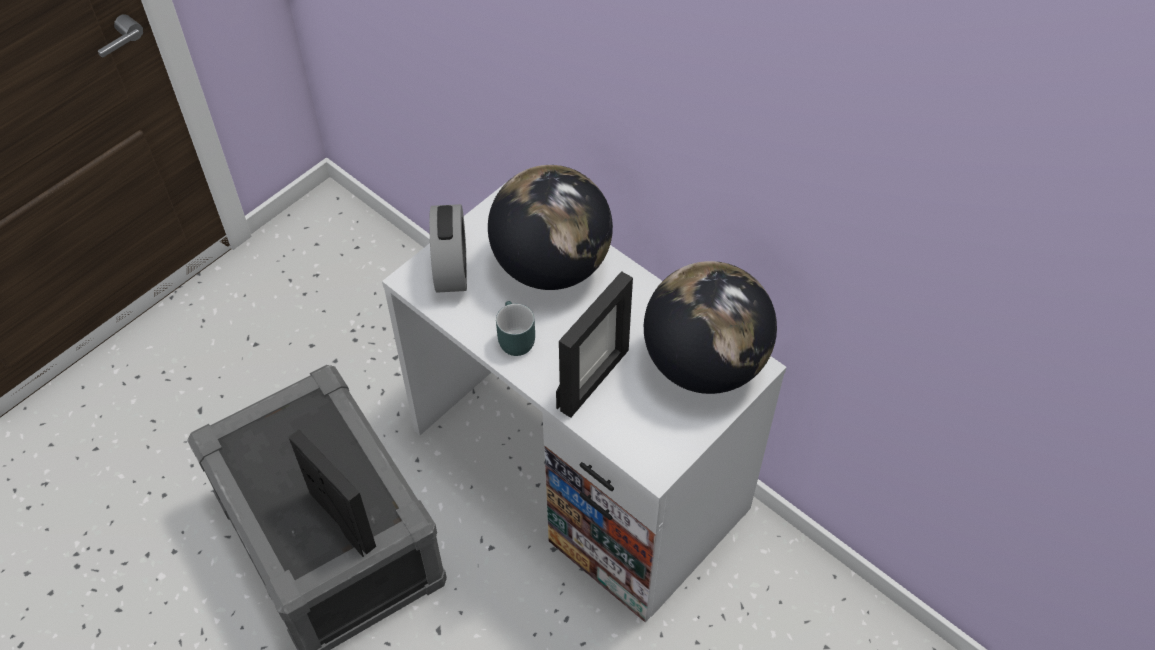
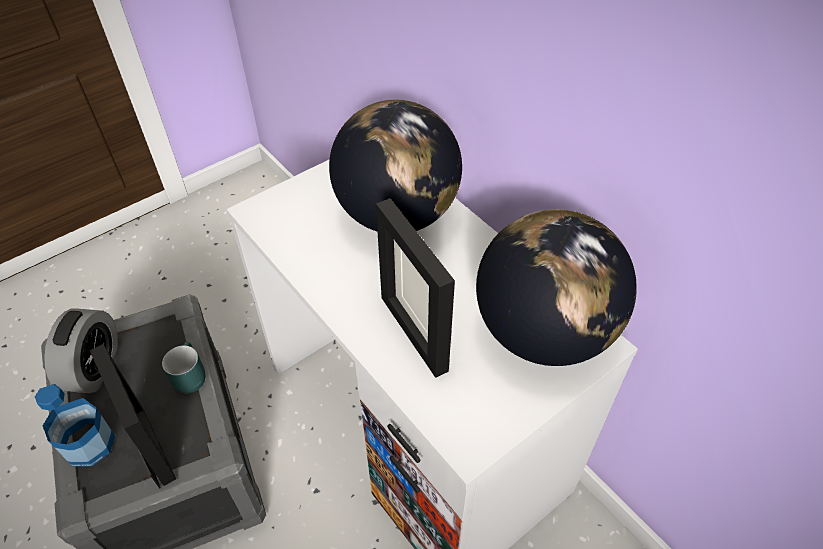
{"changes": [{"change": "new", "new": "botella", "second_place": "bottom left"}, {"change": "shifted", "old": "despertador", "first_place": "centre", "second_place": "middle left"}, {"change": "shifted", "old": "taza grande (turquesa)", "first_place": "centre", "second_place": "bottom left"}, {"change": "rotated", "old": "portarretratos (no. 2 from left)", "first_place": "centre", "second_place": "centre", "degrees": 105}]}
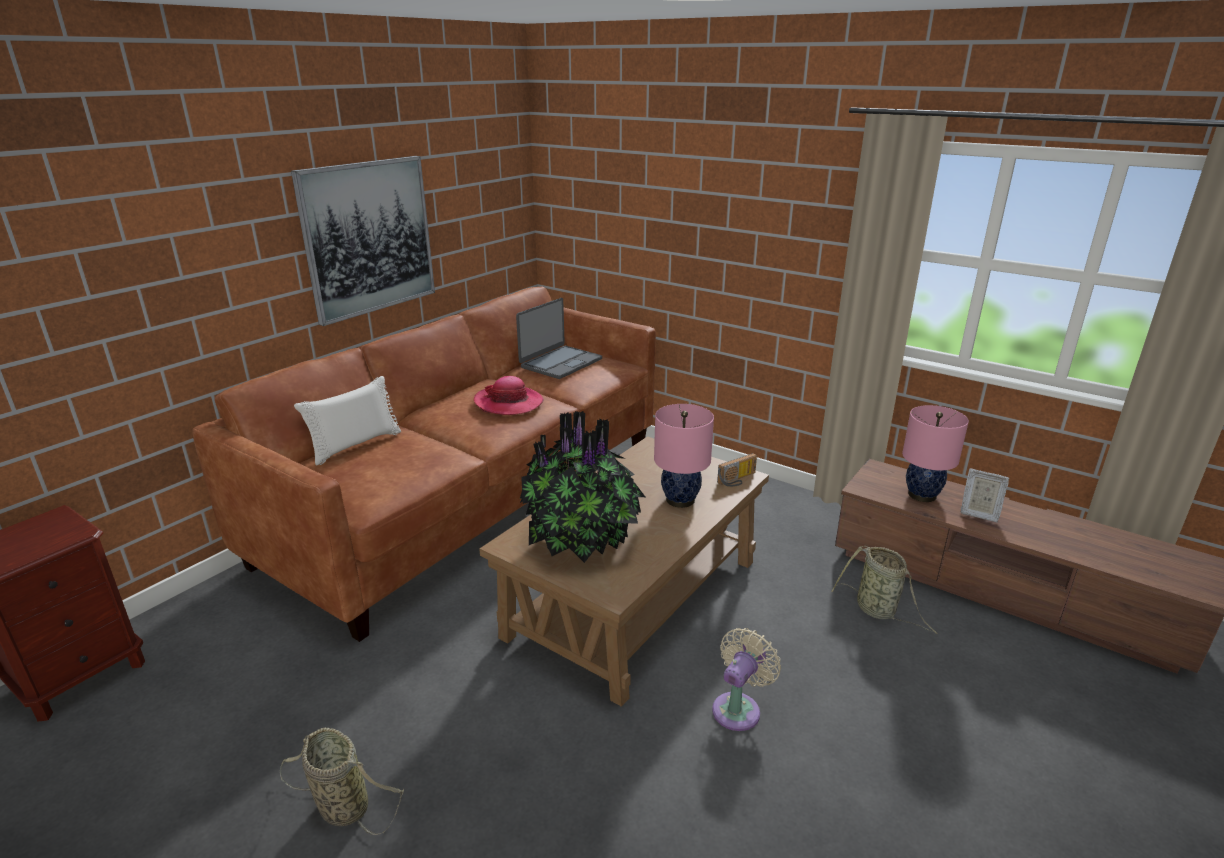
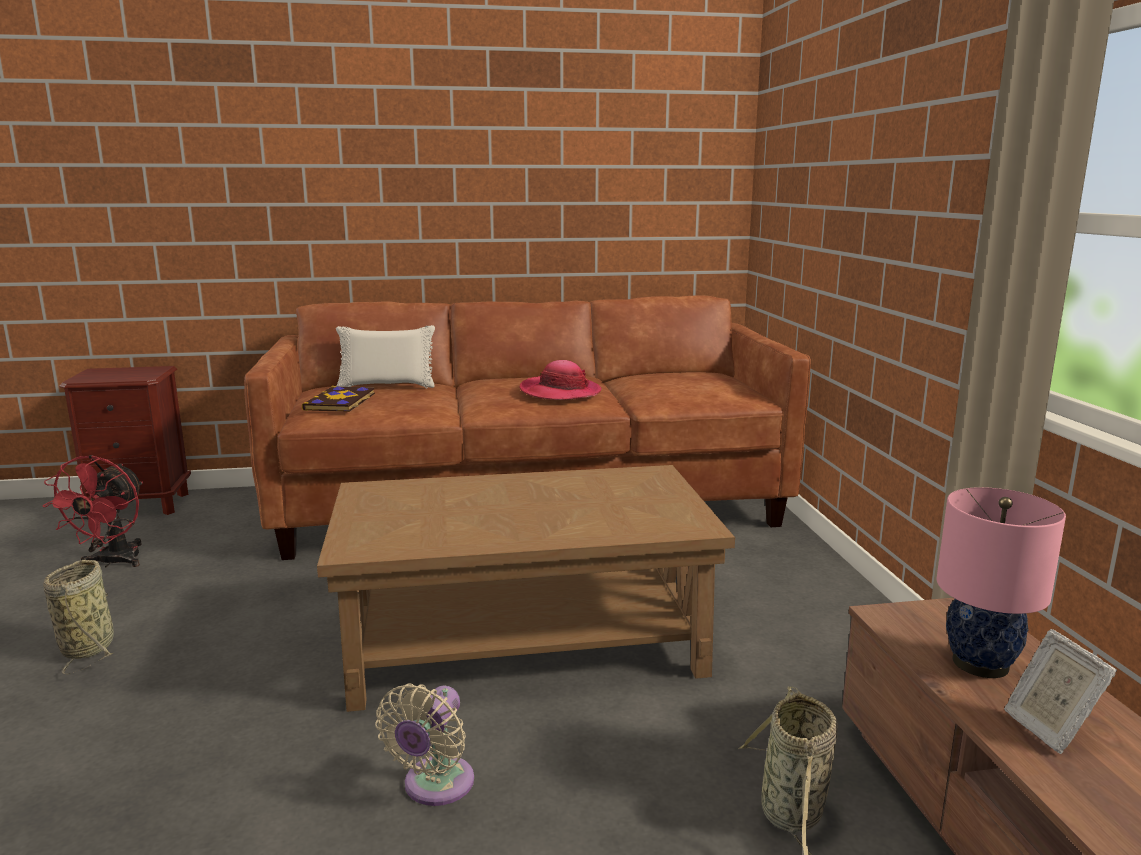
{"changes": [{"change": "gone", "old": "cuadro", "first_place": "top left"}, {"change": "gone", "old": "portátil", "first_place": "centre"}, {"change": "gone", "old": "planta en maceta", "first_place": "centre"}, {"change": "gone", "old": "lámpara de mesa (rosa) (no. 1 from left)", "first_place": "centre"}, {"change": "gone", "old": "radio", "first_place": "centre"}, {"change": "new", "new": "ventilador (rojo)", "second_place": "middle left"}, {"change": "new", "new": "libro", "second_place": "middle left"}, {"change": "rotated", "old": "ventilador (beis)", "first_place": "bottom centre", "second_place": "bottom centre", "degrees": 120}]}
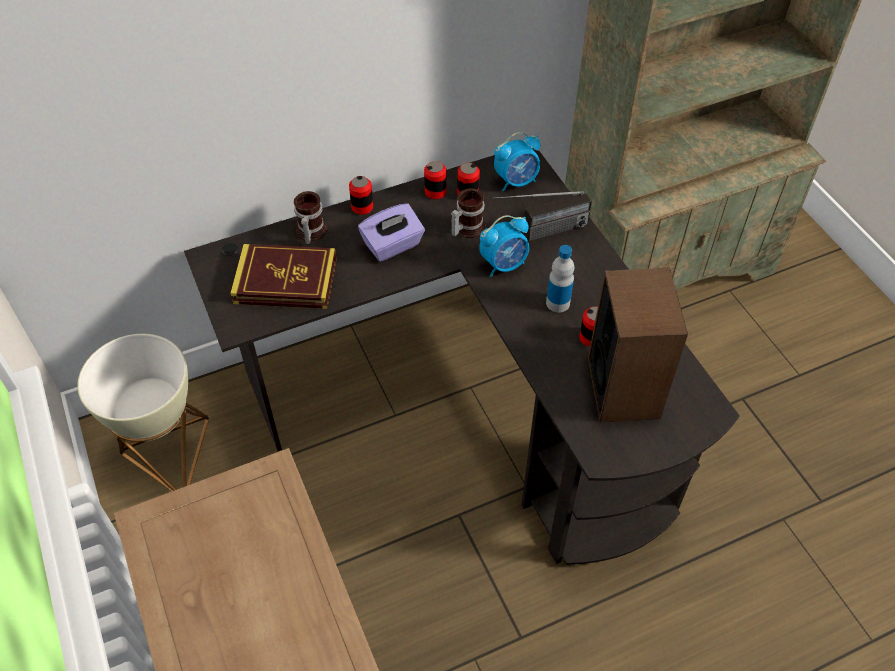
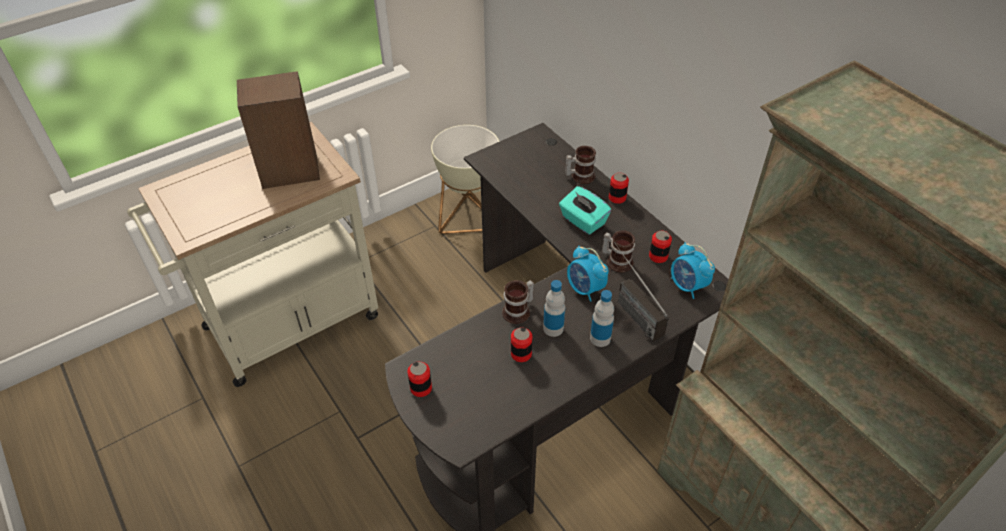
{"changes": [{"change": "gone", "old": "libro", "first_place": "middle left"}, {"change": "new", "new": "taza grande (no. 1 from left)", "second_place": "centre"}, {"change": "new", "new": "botella (no. 2 from left)", "second_place": "centre"}, {"change": "shifted", "old": "lata (no. 2 from left in the first image)", "new": "lata (no. 1 from left)", "first_place": "top centre", "second_place": "bottom centre"}, {"change": "shifted", "old": "altavoz", "first_place": "middle right", "second_place": "top left"}, {"change": "repainted", "old": "caja de pañuelos (morado)", "new": "caja de pañuelos (turquesa)", "first_place": "centre", "second_place": "centre"}]}
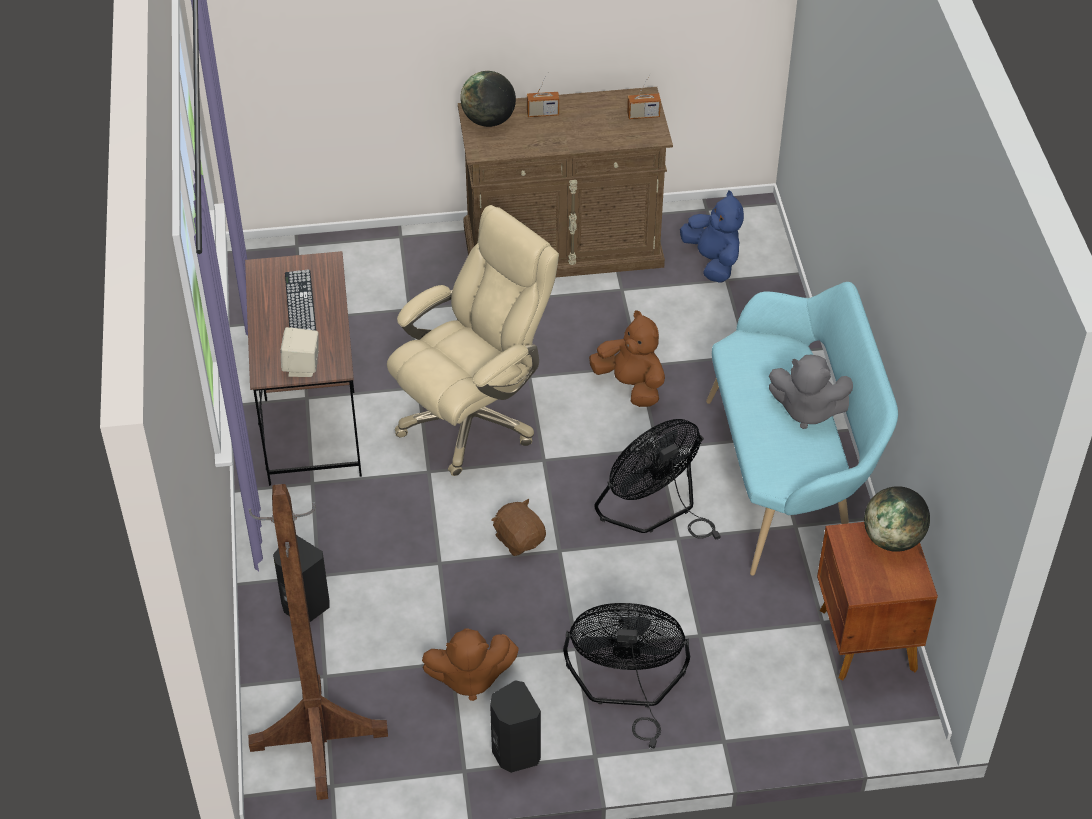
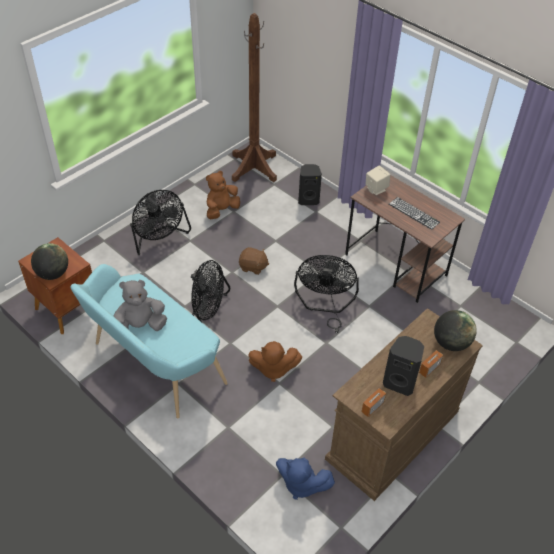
{"changes": [{"change": "shifted", "old": "altavoz (negro) (no. 2 from left)", "first_place": "bottom centre", "second_place": "middle right"}, {"change": "swapped", "old": "silla de oficina (beis)", "new": "ventilador (negro) (no. 3 from left)", "first_place": "centre", "second_place": "centre"}]}
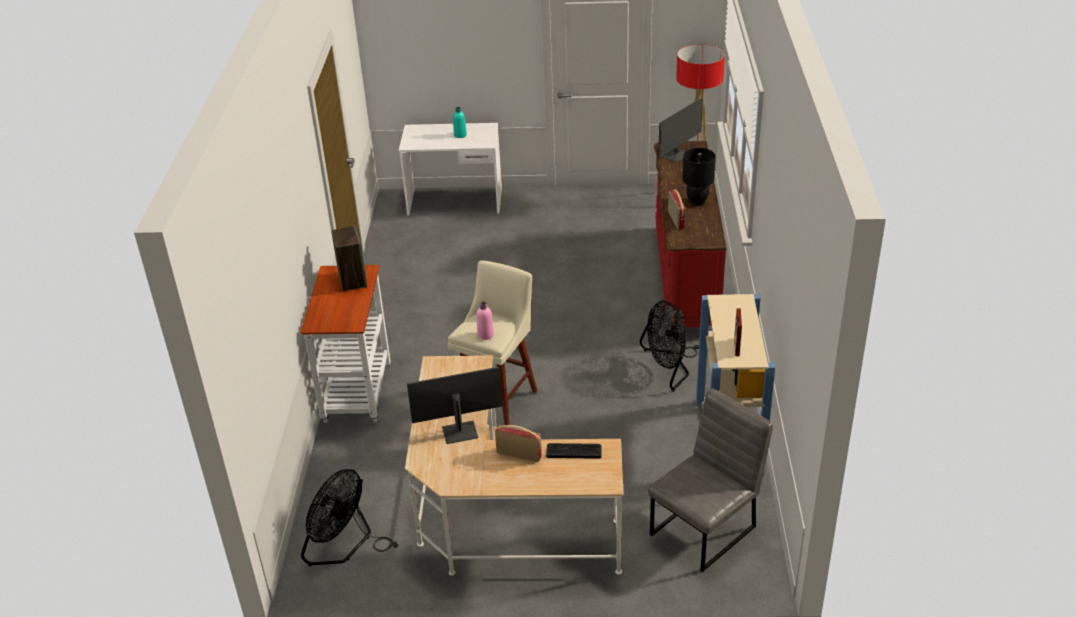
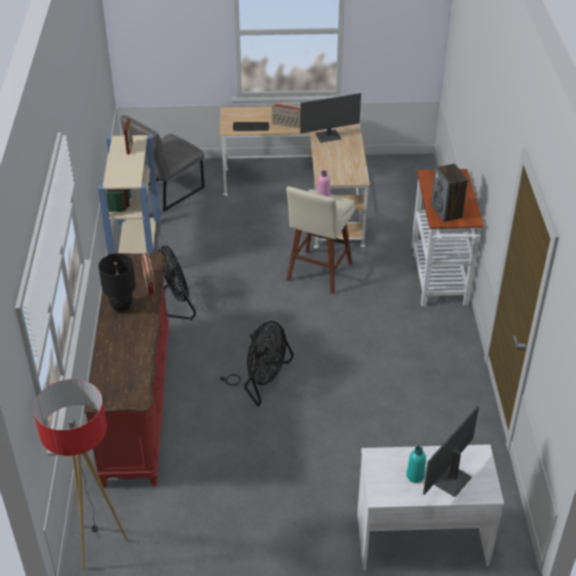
{"changes": [{"change": "shifted", "old": "ventilador (negro) (no. 1 from left in the first image)", "new": "ventilador (negro) (no. 2 from left)", "first_place": "bottom left", "second_place": "centre"}, {"change": "shifted", "old": "monitor (no. 2 from left)", "first_place": "top centre", "second_place": "bottom right"}]}
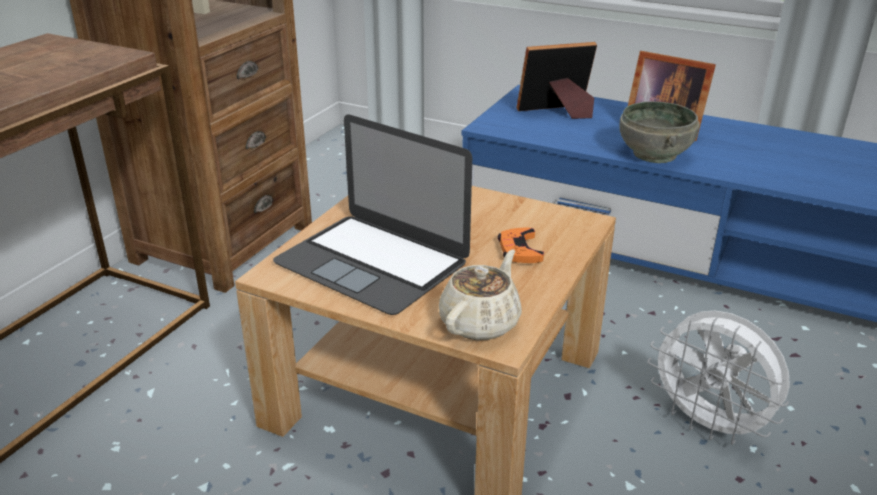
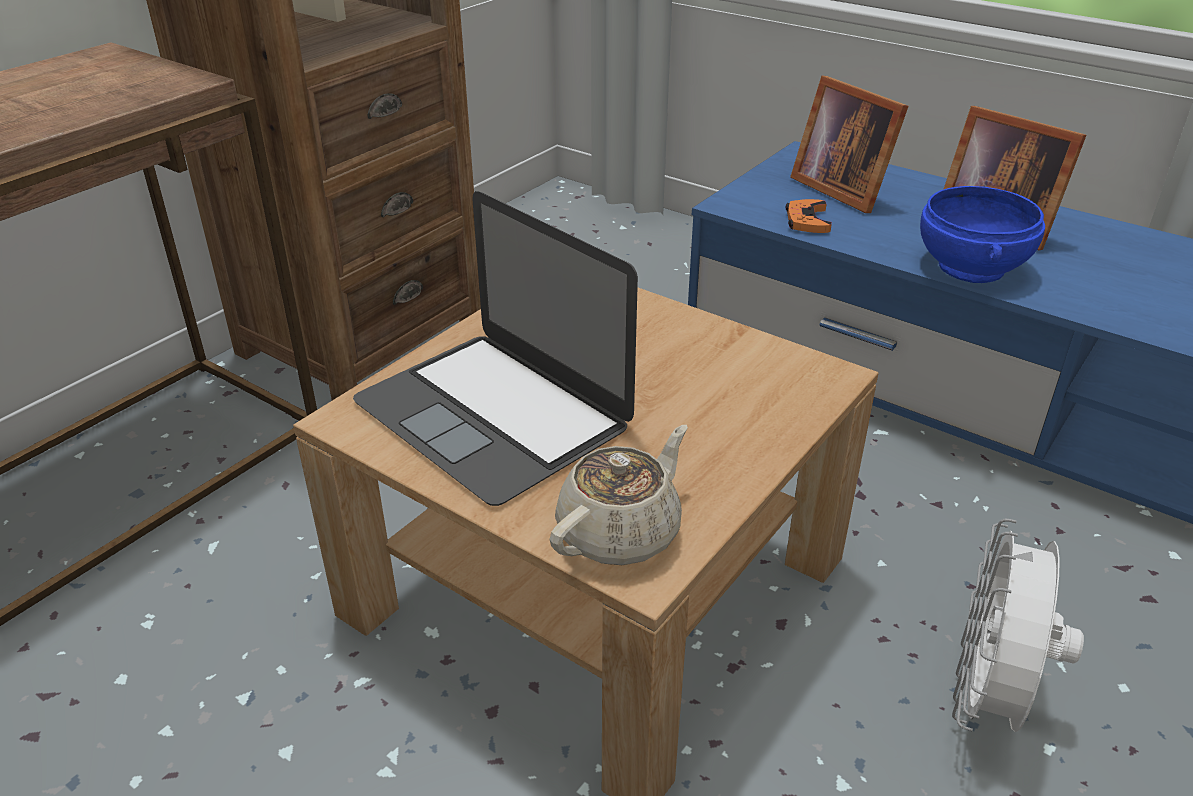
{"changes": [{"change": "shifted", "old": "mando de consola (naranja)", "first_place": "centre", "second_place": "top right"}, {"change": "repainted", "old": "cuenco (gris)", "new": "cuenco (azul)", "first_place": "top right", "second_place": "top right"}, {"change": "rotated", "old": "portarretratos (no. 1 from left)", "first_place": "top centre", "second_place": "top right", "degrees": -120}, {"change": "rotated", "old": "ventilador (blanco)", "first_place": "bottom right", "second_place": "bottom right", "degrees": 60}]}
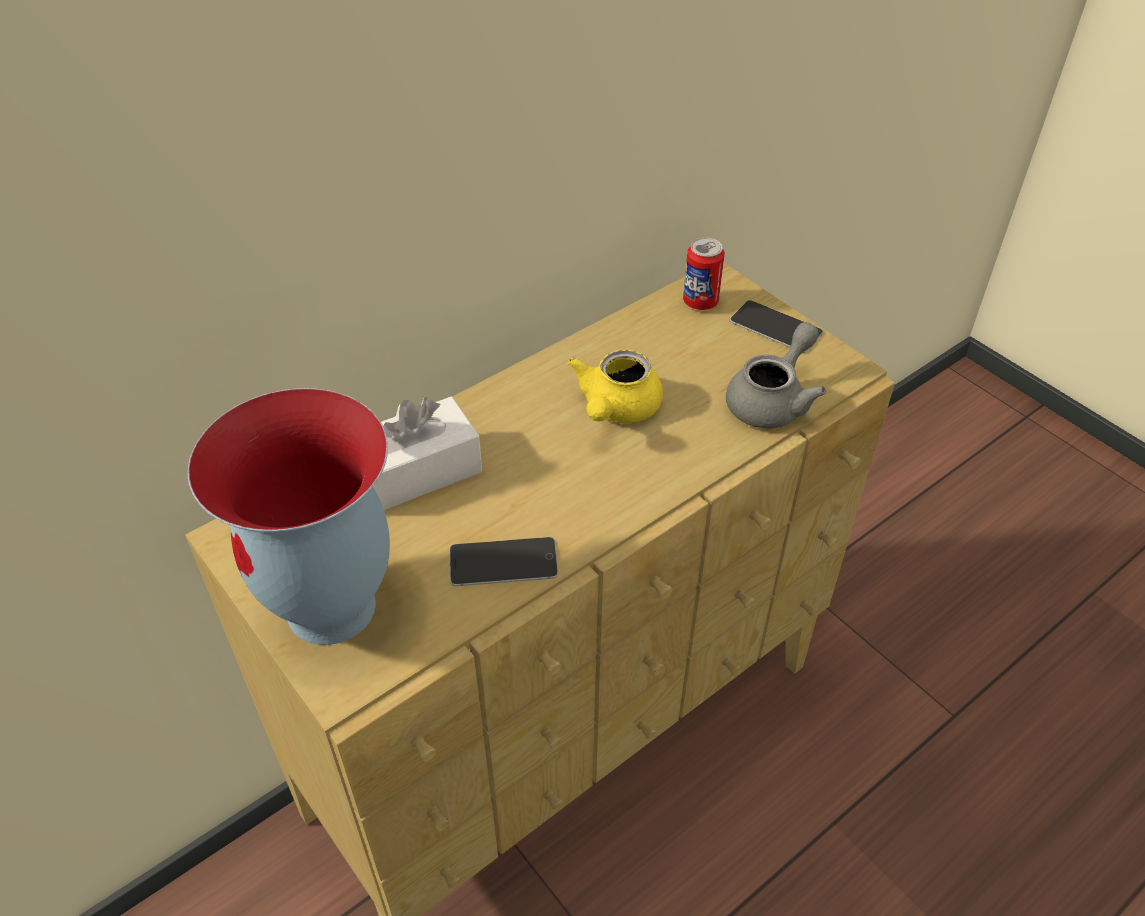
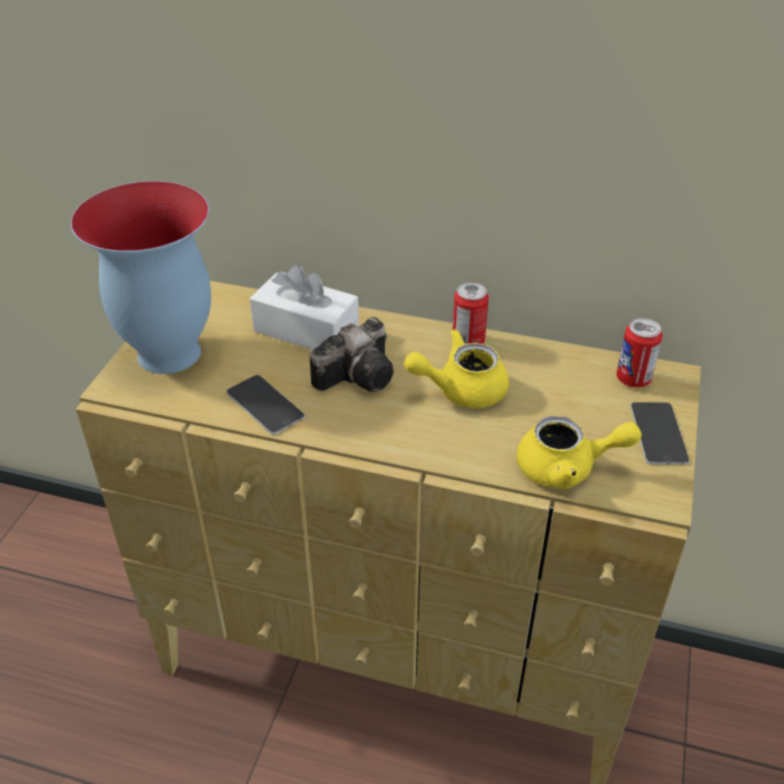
{"changes": [{"change": "new", "new": "cámara", "second_place": "centre"}, {"change": "new", "new": "lata (no. 1 from left)", "second_place": "centre"}, {"change": "repainted", "old": "tetera (gris)", "new": "tetera (amarillo) (no. 2 from left)", "first_place": "middle right", "second_place": "middle right"}]}
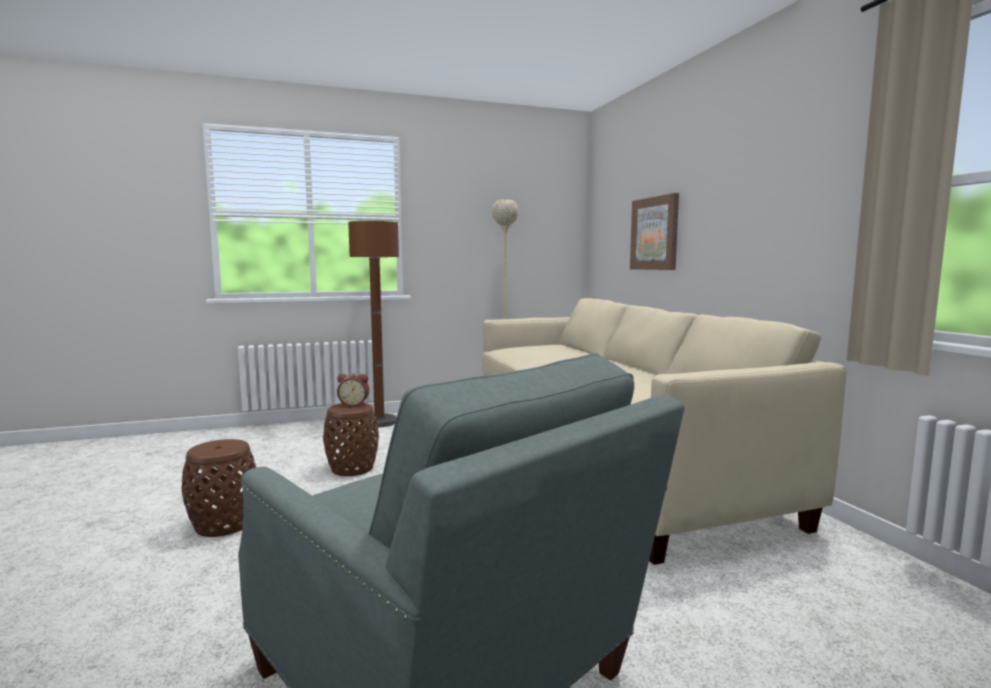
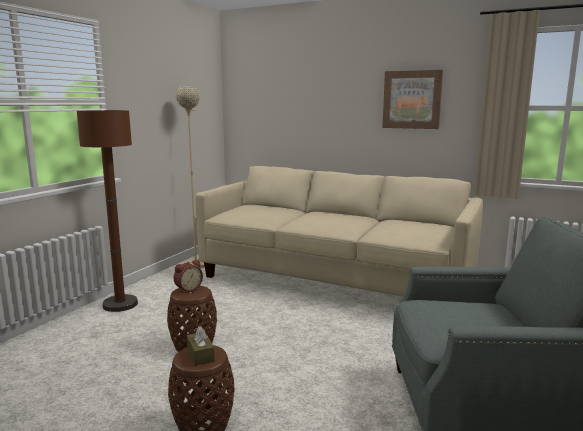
{"changes": [{"change": "new", "new": "caja de pañuelos (marrón)", "second_place": "bottom centre"}, {"change": "shifted", "old": "cuadro", "first_place": "centre", "second_place": "top right"}]}
